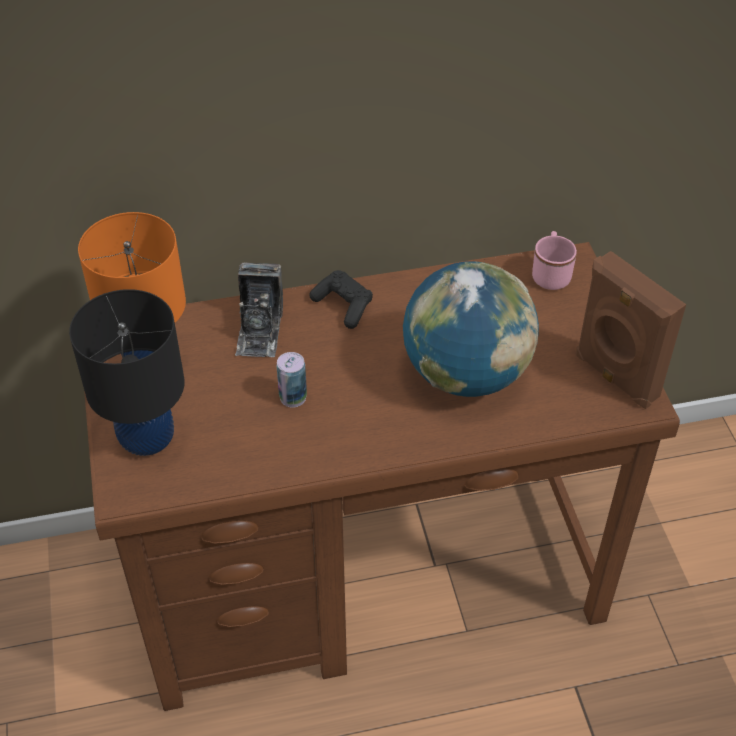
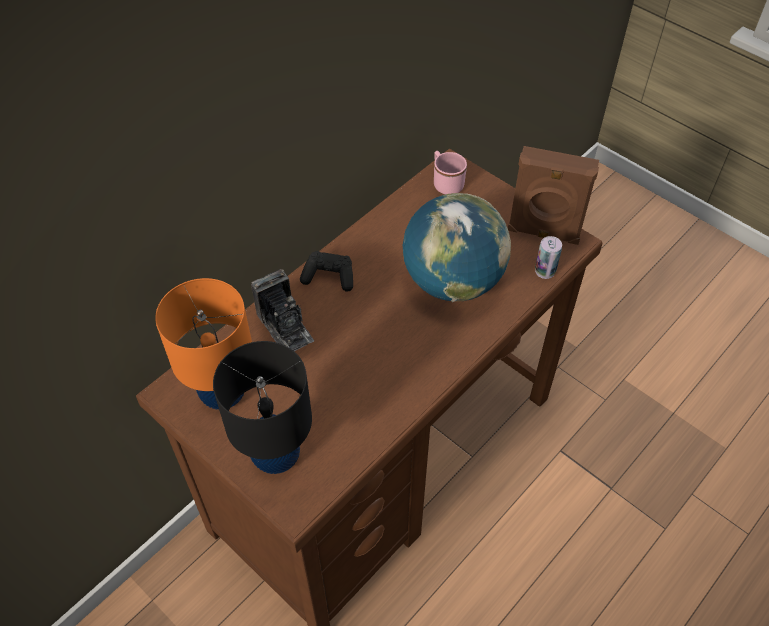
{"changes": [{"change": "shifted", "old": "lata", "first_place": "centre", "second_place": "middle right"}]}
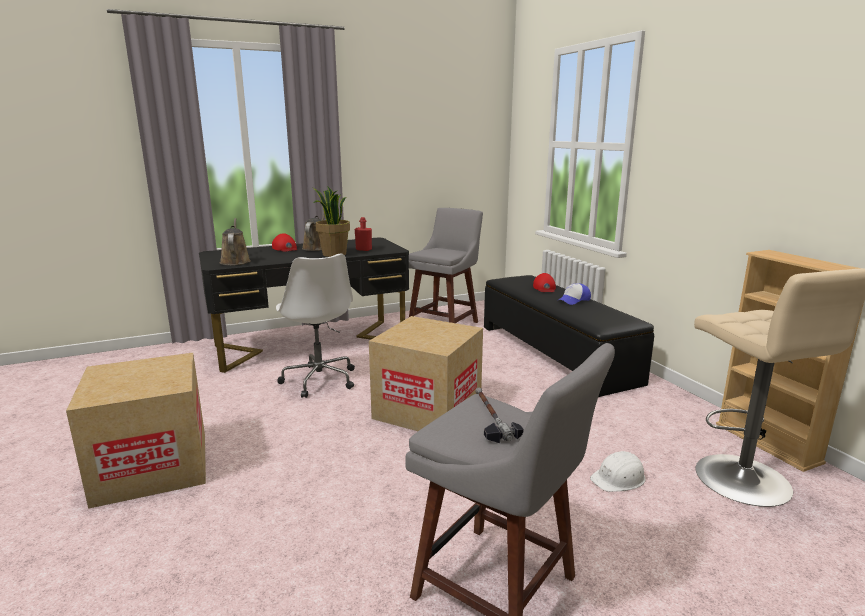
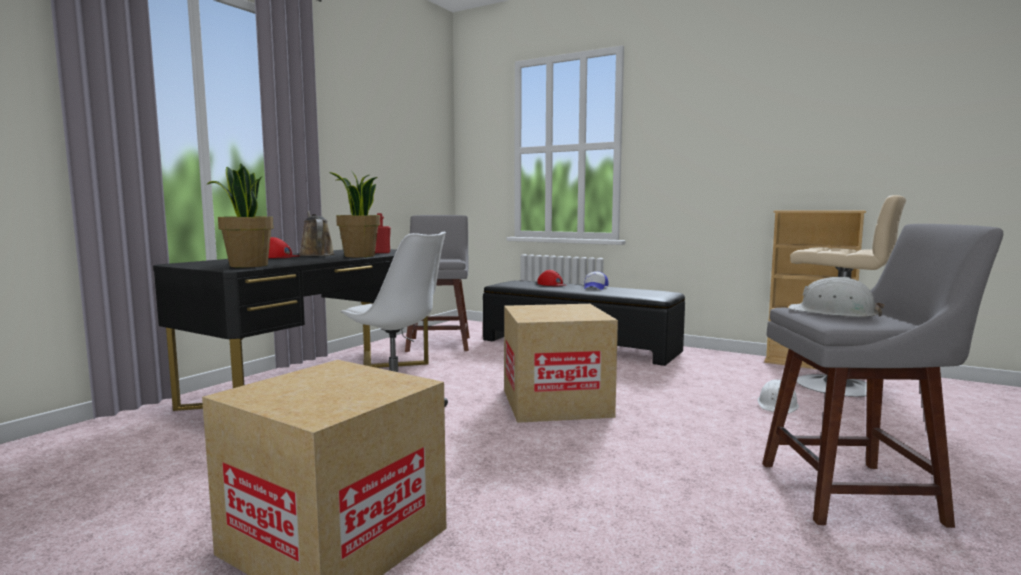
{"changes": [{"change": "swapped", "old": "regadera (marrón) (no. 1 from left)", "new": "planta en maceta (no. 1 from left)", "first_place": "middle left", "second_place": "middle left"}, {"change": "swapped", "old": "martillo", "new": "casco (blanco) (no. 2 from left)", "first_place": "bottom centre", "second_place": "middle right"}]}
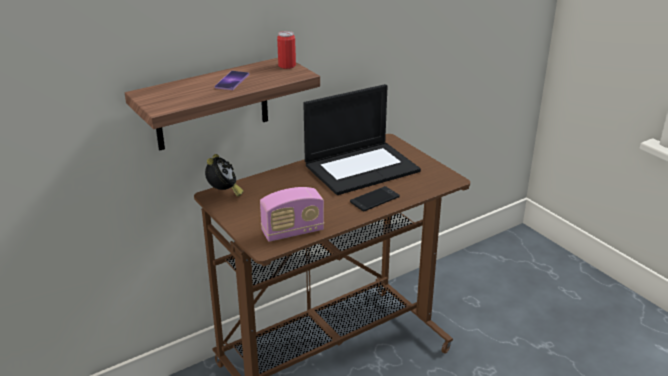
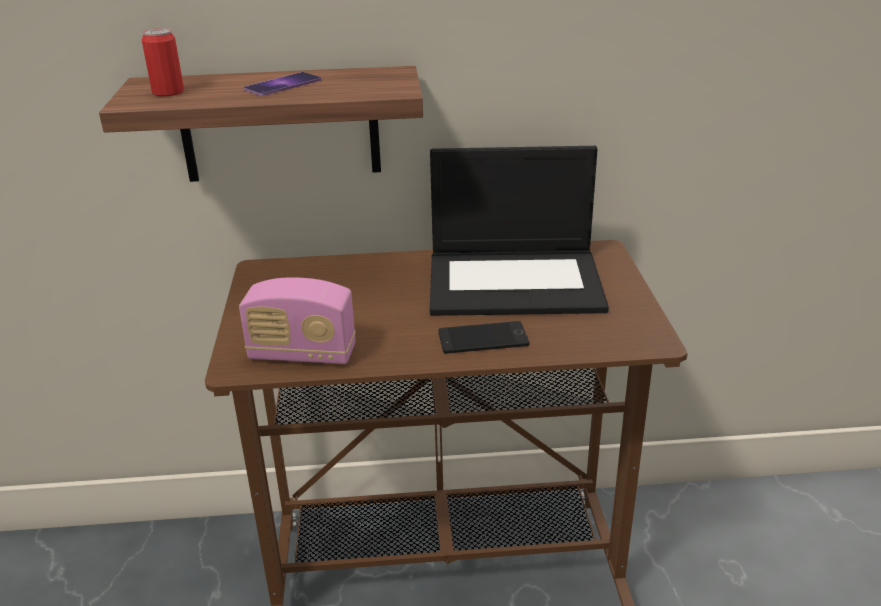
{"changes": [{"change": "gone", "old": "despertador", "first_place": "centre"}, {"change": "shifted", "old": "lata", "first_place": "top centre", "second_place": "top left"}]}
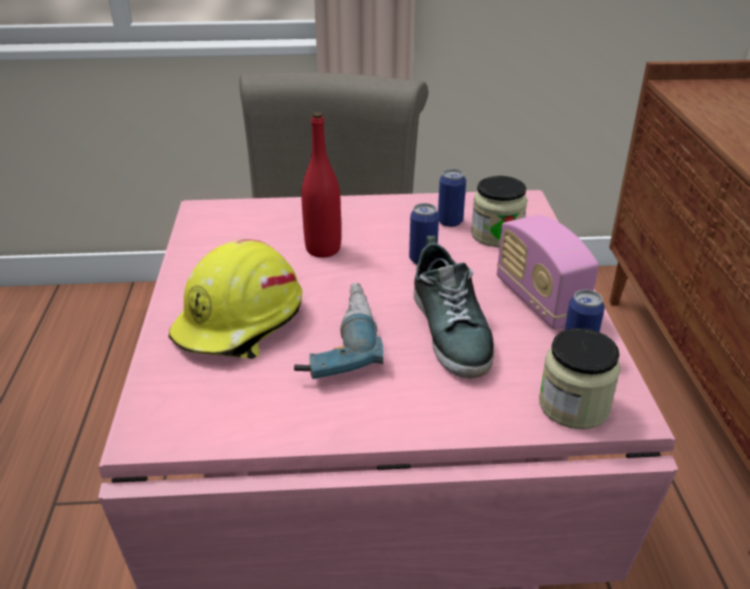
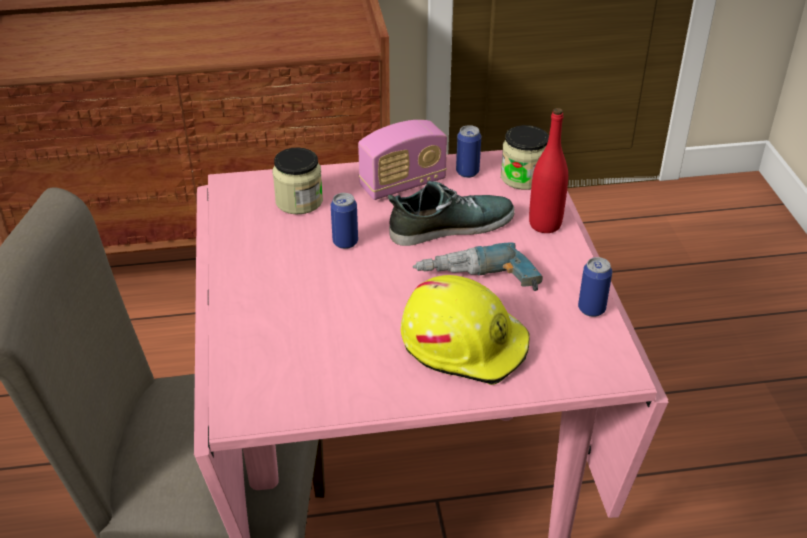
{"changes": [{"change": "shifted", "old": "botella (rojo)", "first_place": "top centre", "second_place": "top right"}, {"change": "shifted", "old": "lata (no. 2 from left in the first image)", "new": "lata (no. 3 from left)", "first_place": "centre", "second_place": "middle right"}]}
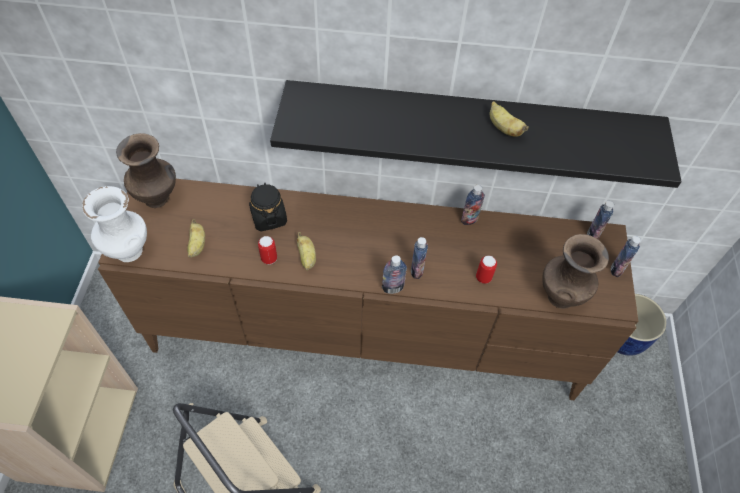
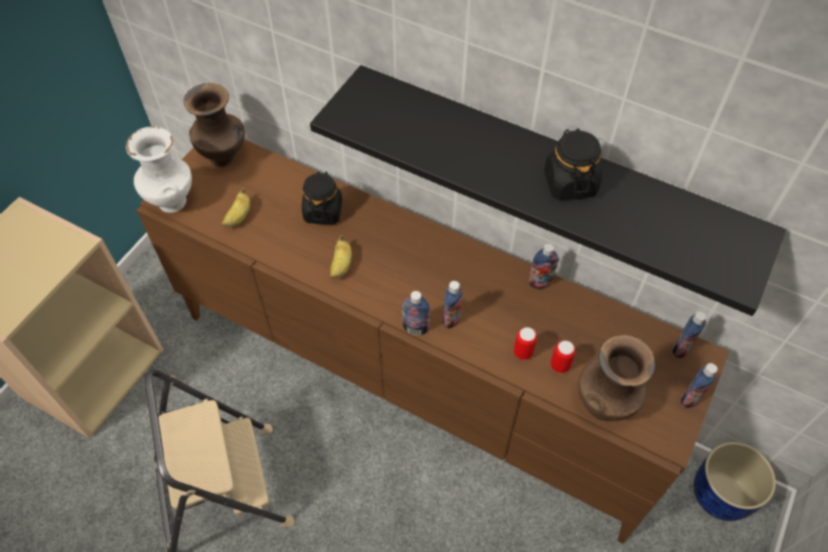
{"changes": [{"change": "shifted", "old": "lata (no. 1 from left in the first image)", "new": "lata (no. 2 from left)", "first_place": "centre", "second_place": "middle right"}, {"change": "swapped", "old": "plátano (no. 3 from left)", "new": "tarro (negro) (no. 2 from left)", "first_place": "top right", "second_place": "top right"}]}
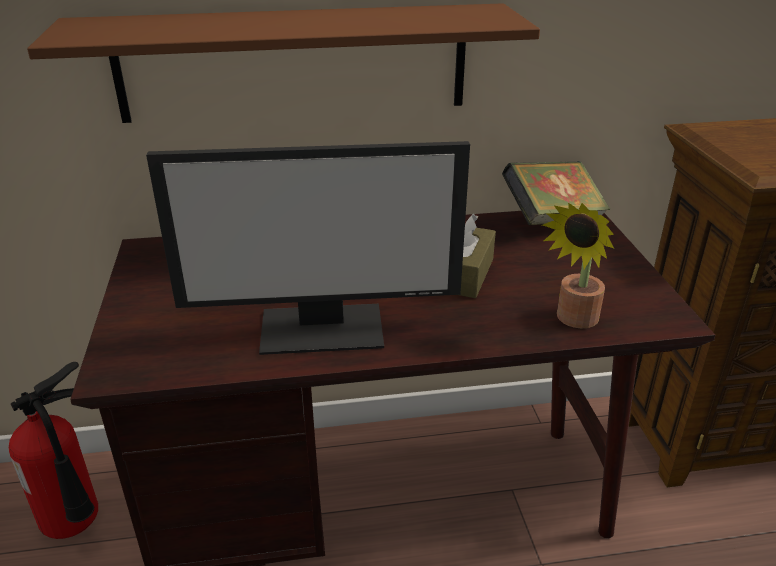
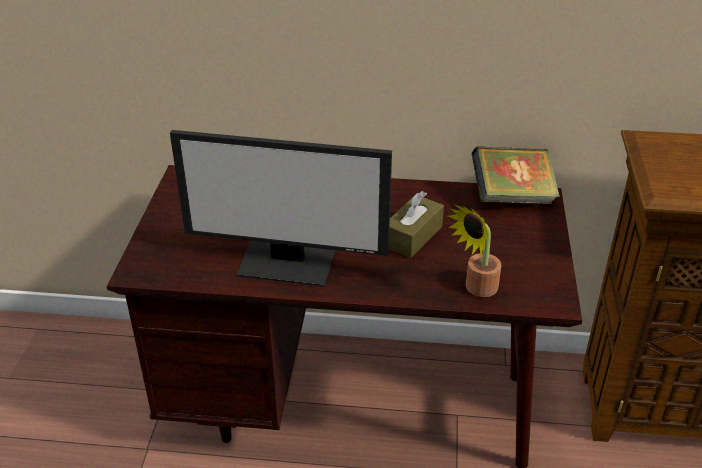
{"changes": [{"change": "gone", "old": "extintor", "first_place": "bottom left"}, {"change": "gone", "old": "estante (marrón)", "first_place": "top centre"}]}
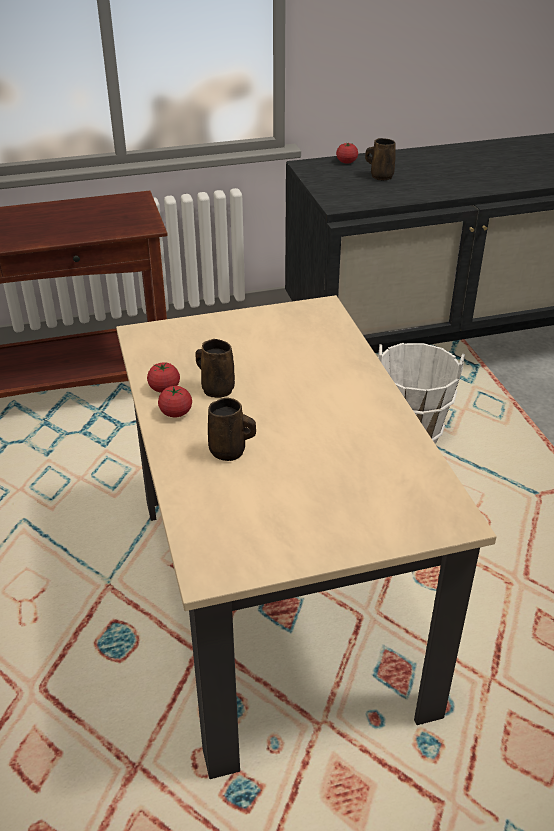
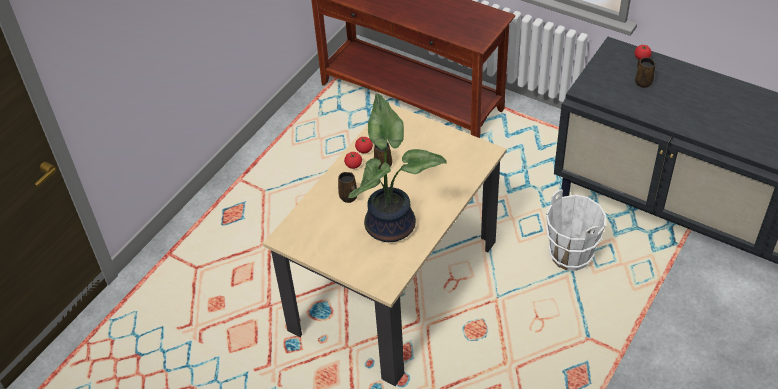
{"changes": [{"change": "new", "new": "planta en maceta", "second_place": "centre"}]}
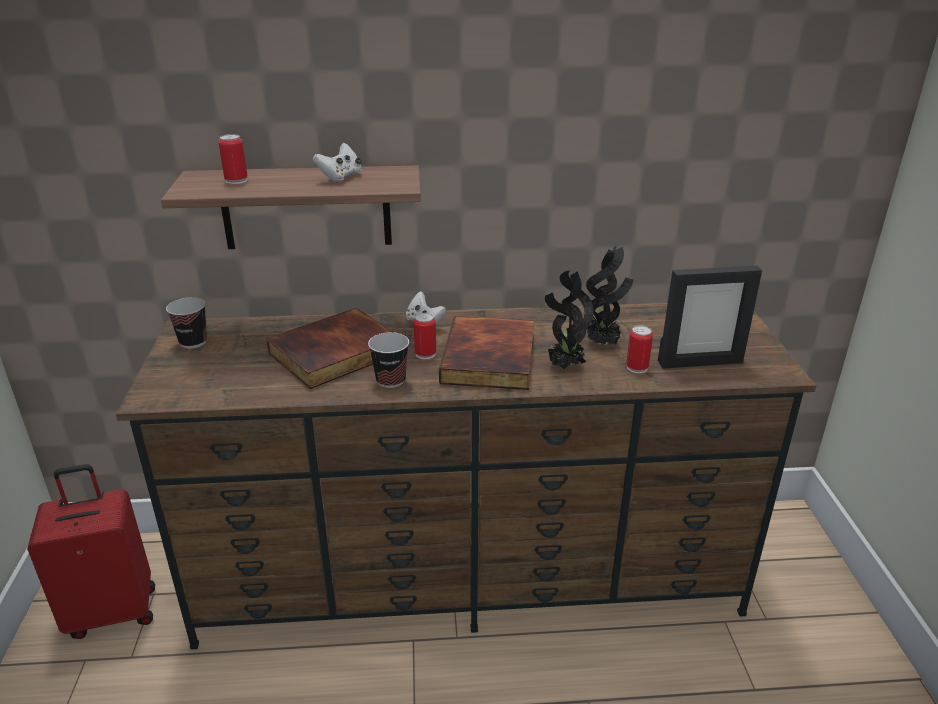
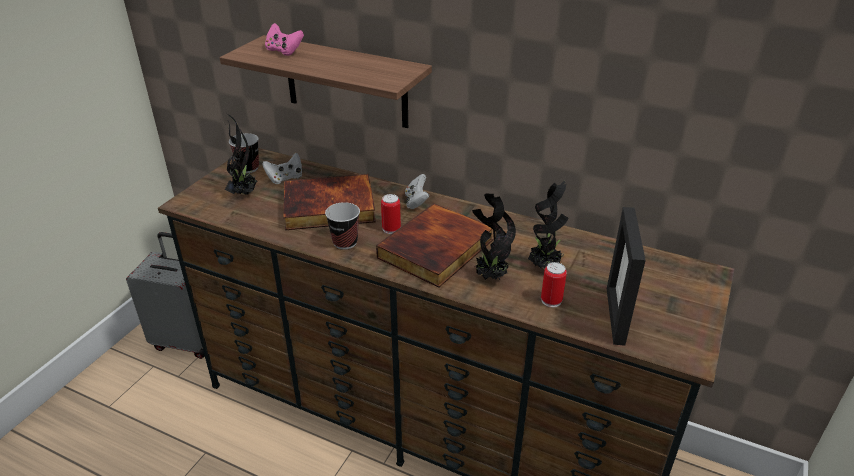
{"changes": [{"change": "new", "new": "planta en maceta (no. 1 from left)", "second_place": "top left"}, {"change": "shifted", "old": "mando de consola (blanco) (no. 1 from left)", "first_place": "top centre", "second_place": "middle left"}, {"change": "swapped", "old": "lata (no. 1 from left)", "new": "mando de consola (rosa)", "first_place": "top left", "second_place": "top left"}, {"change": "repainted", "old": "maleta (rojo)", "new": "maleta (gris)", "first_place": "bottom left", "second_place": "middle left"}, {"change": "rotated", "old": "portarretratos", "first_place": "middle right", "second_place": "middle right", "degrees": 75}]}
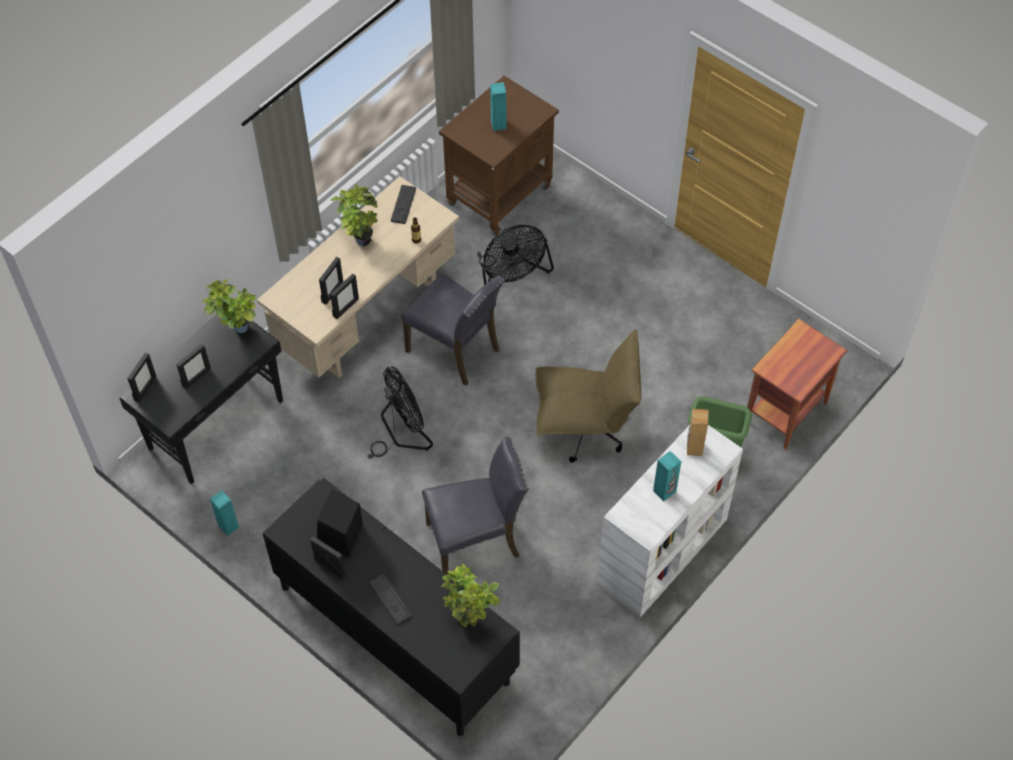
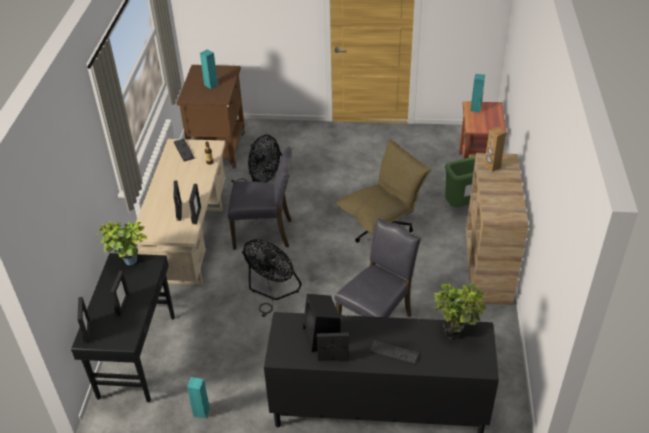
{"changes": [{"change": "gone", "old": "planta en maceta (no. 2 from left)", "first_place": "top centre"}, {"change": "shifted", "old": "altavoz (turquesa) (no. 3 from left)", "first_place": "centre", "second_place": "top right"}, {"change": "repainted", "old": "estantería (blanco)", "new": "estantería (marrón)", "first_place": "bottom centre", "second_place": "middle right"}]}
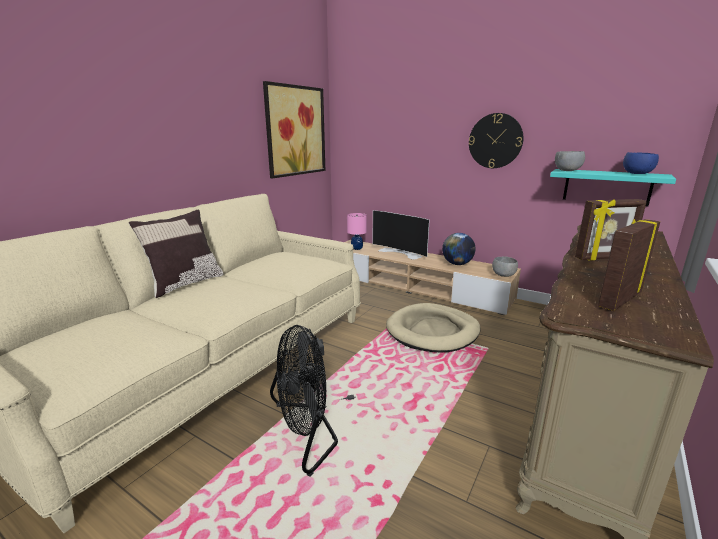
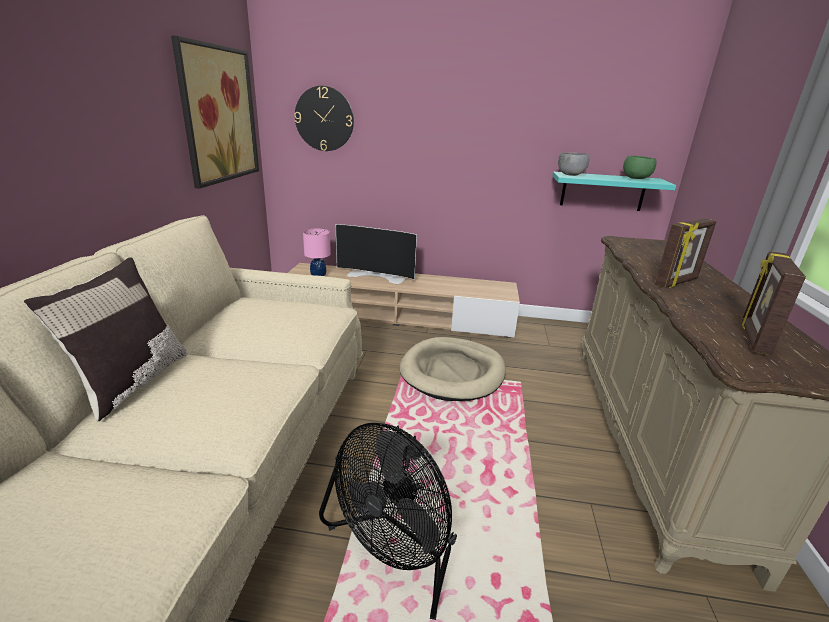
{"changes": [{"change": "gone", "old": "globo terráqueo", "first_place": "centre"}, {"change": "gone", "old": "cuenco (gris) (no. 1 from left)", "first_place": "middle right"}, {"change": "shifted", "old": "reloj de pared", "first_place": "top right", "second_place": "top centre"}, {"change": "repainted", "old": "cuenco (azul)", "new": "cuenco (verde)", "first_place": "top right", "second_place": "top right"}]}
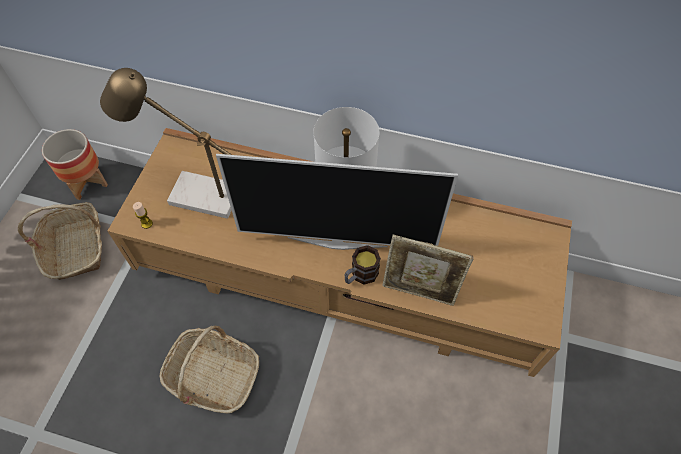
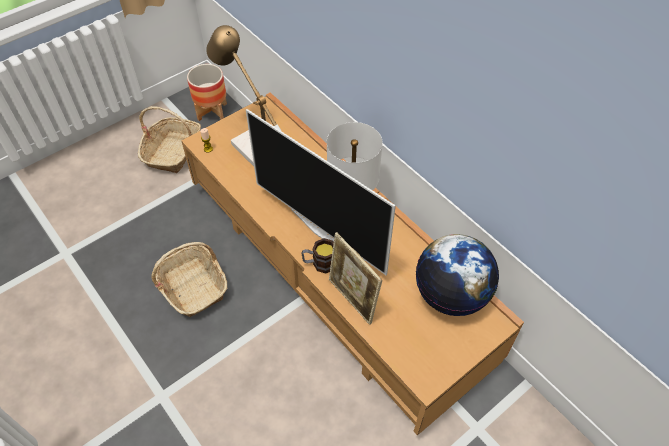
{"changes": [{"change": "new", "new": "globo terráqueo", "second_place": "middle right"}]}
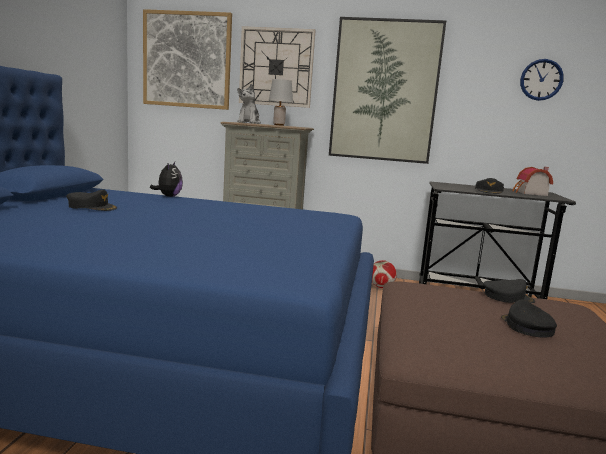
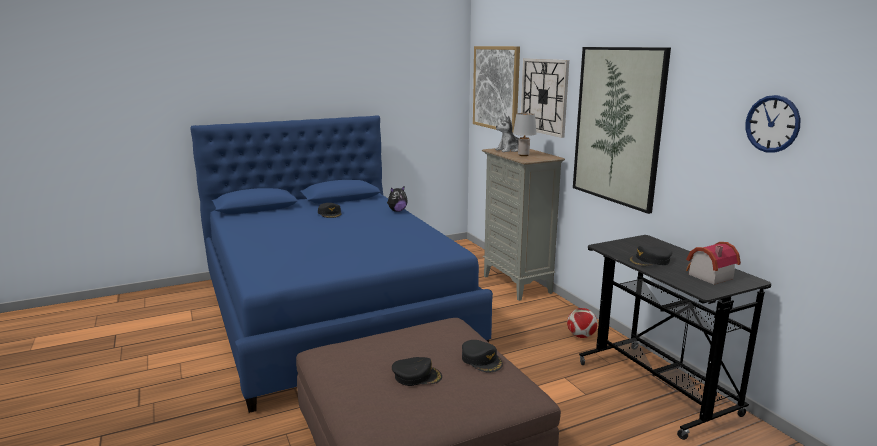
{"changes": [{"change": "rotated", "old": "gorra (negro) (no. 4 from left in the first image)", "first_place": "bottom right", "second_place": "bottom centre", "degrees": 45}]}
